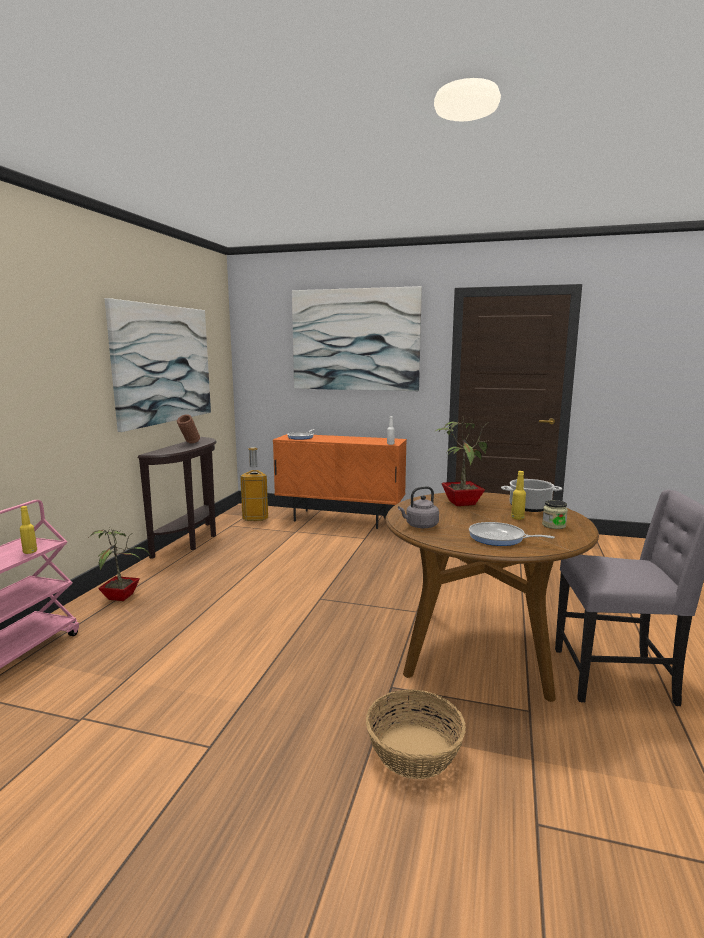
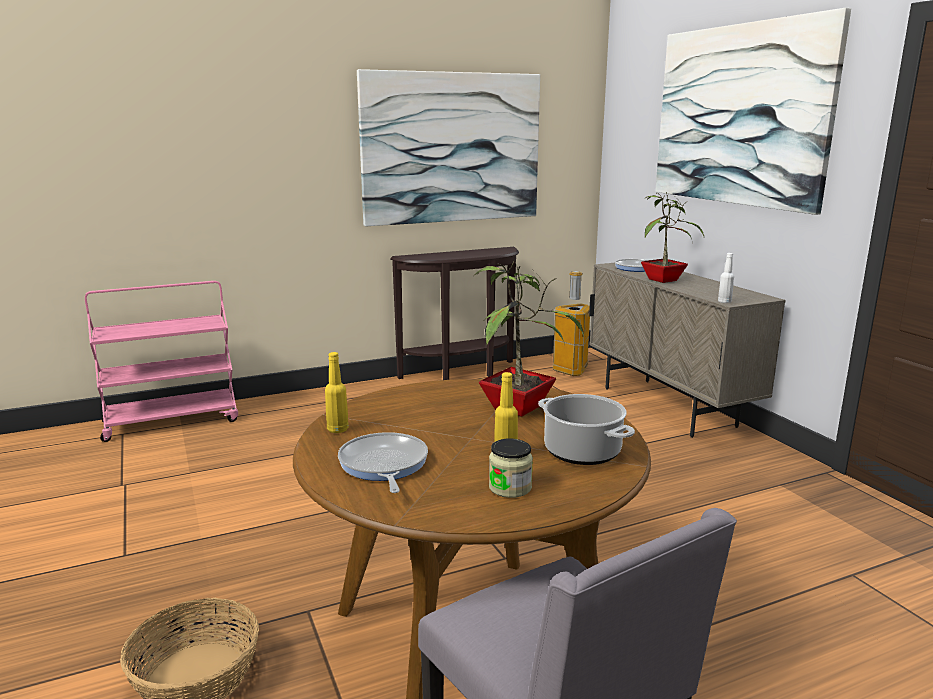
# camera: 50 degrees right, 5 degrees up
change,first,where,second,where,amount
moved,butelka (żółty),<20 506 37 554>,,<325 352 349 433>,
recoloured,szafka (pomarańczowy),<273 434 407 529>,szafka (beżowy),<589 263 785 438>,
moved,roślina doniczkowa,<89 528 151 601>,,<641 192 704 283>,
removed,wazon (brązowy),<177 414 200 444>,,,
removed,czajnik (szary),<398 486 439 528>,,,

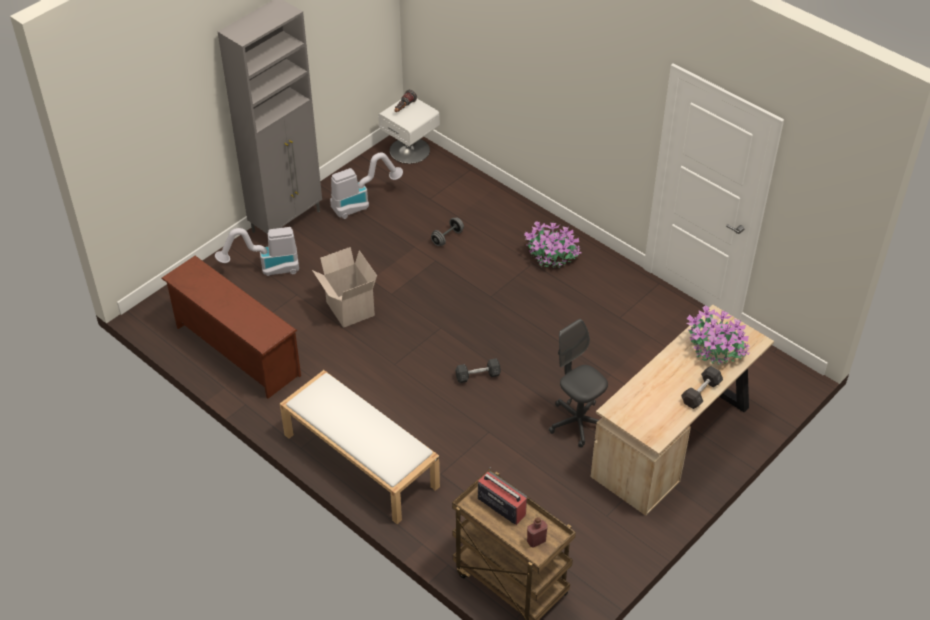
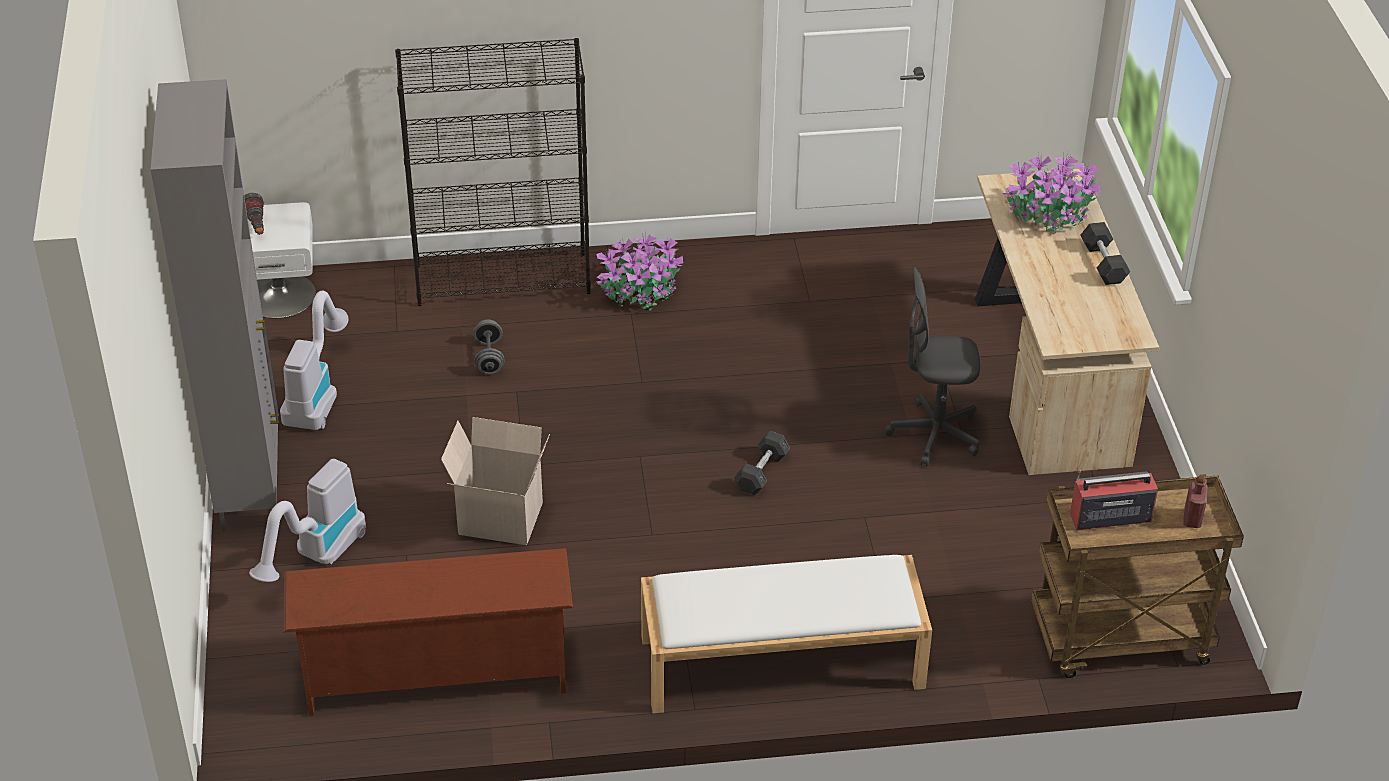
# camera: 50 degrees left, 5 degrees down
change,first,where,second,where,amount
added,,,regał (czarny),<395 38 591 306>,

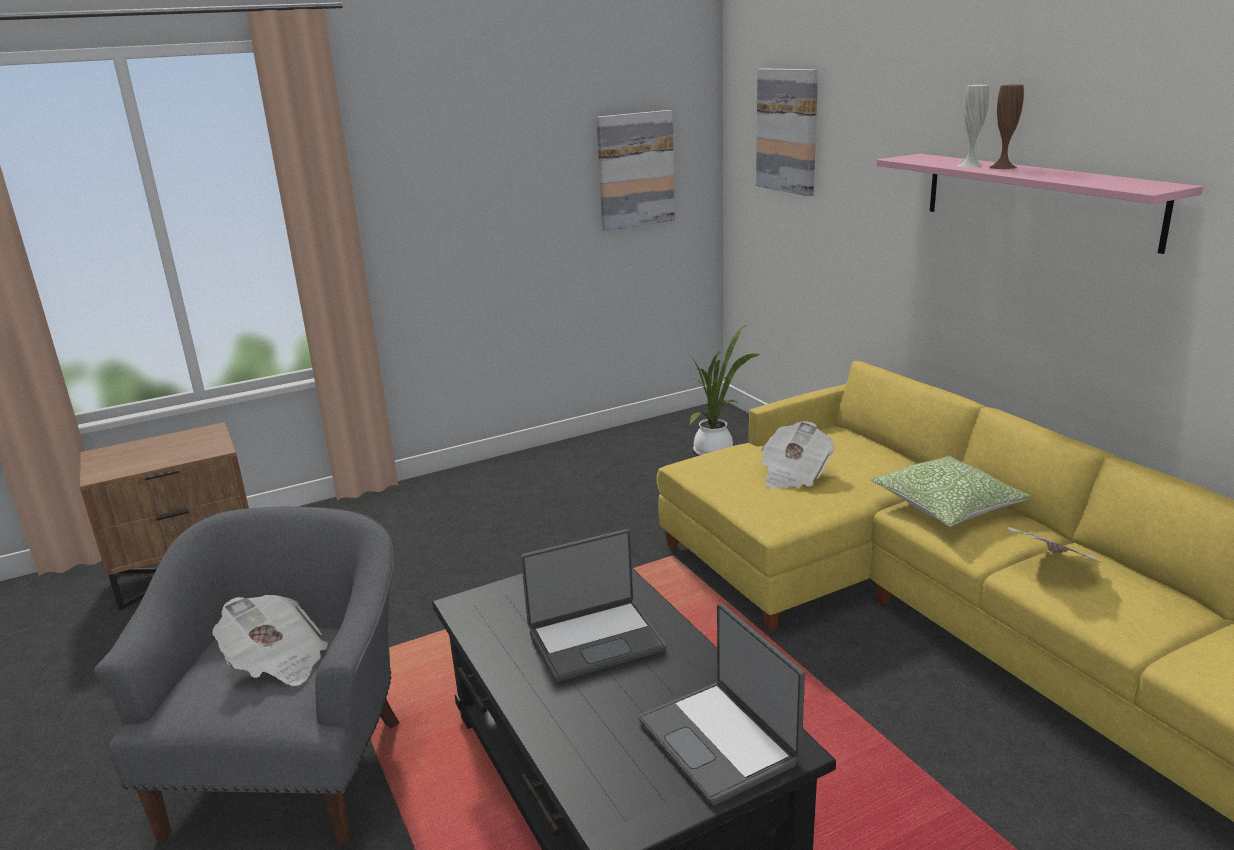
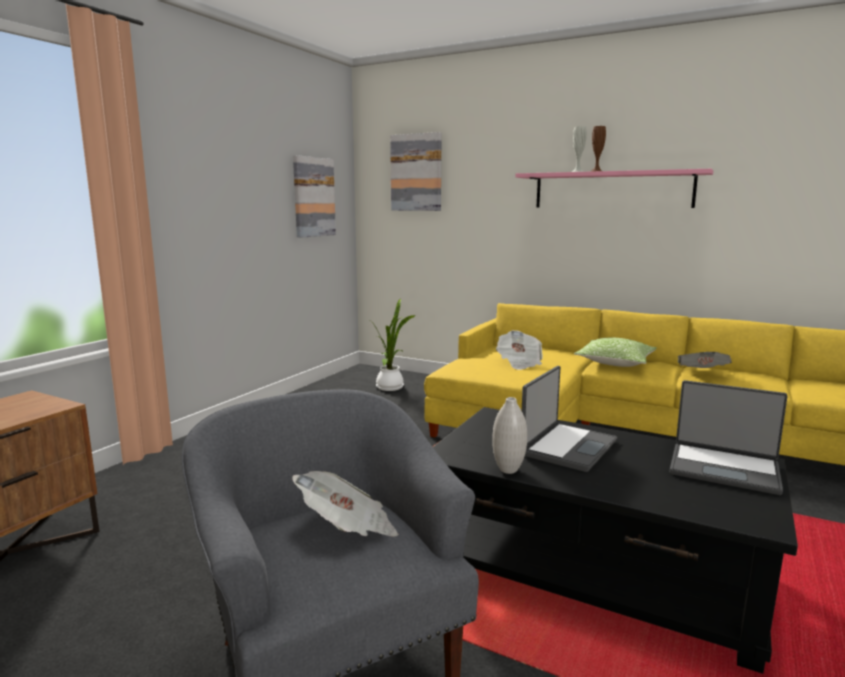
# camera: 35 degrees left, 10 degrees down
change,first,where,second,where,amount
added,,,wazon (biały),<492 397 527 474>,

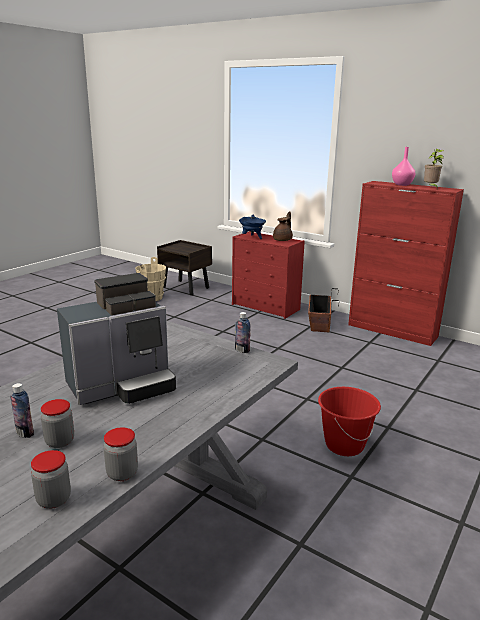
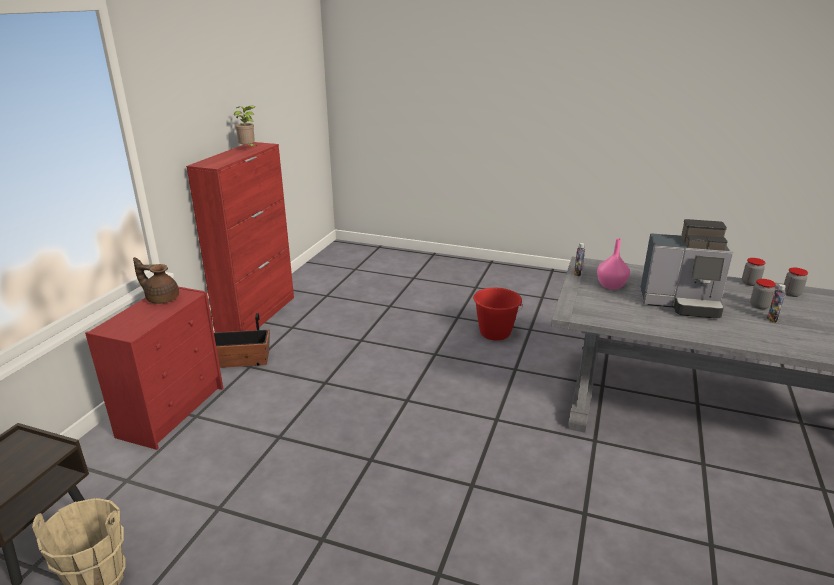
# camera: 105 degrees left, 5 degrees up
change,first,where,second,where,amount
moved,wazon (różowy),<392 147 415 186>,,<597 238 630 290>,
turned,ekspres do kawy,<57 273 176 405>,,<641 219 733 319>,150 degrees clockwise
removed,garnek (niebieski),<239 215 266 239>,,,

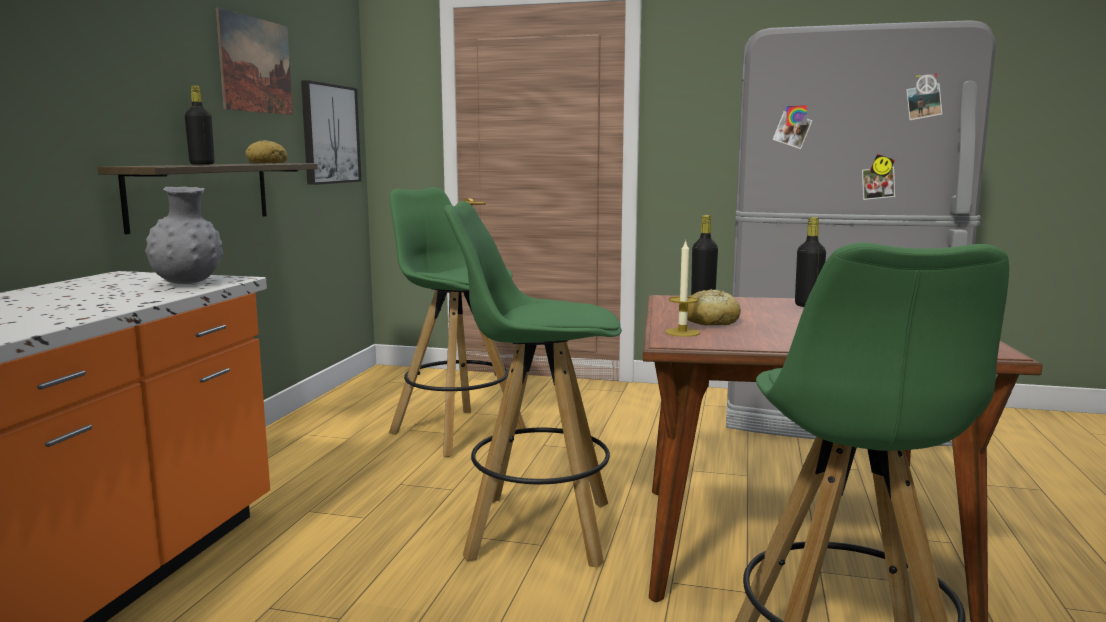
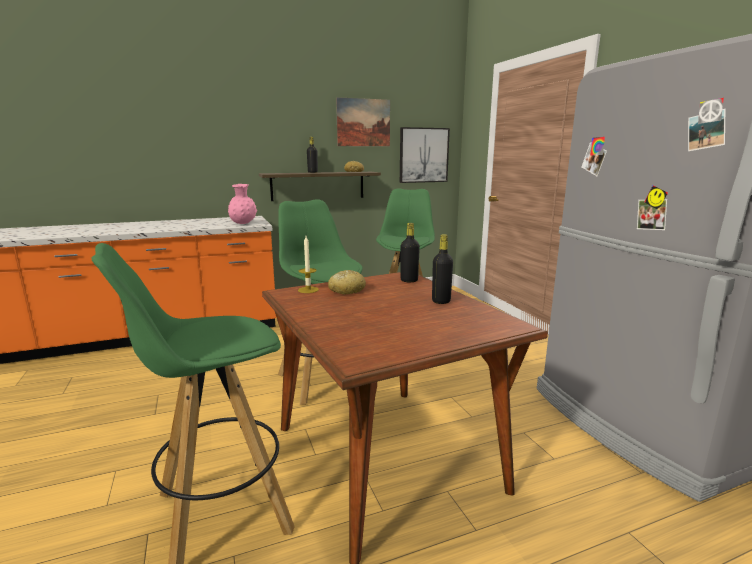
# camera: 55 degrees right, 5 degrees up
change,first,where,second,where,amount
recoloured,wazon (szary),<145 186 223 284>,wazon (różowy),<228 184 257 224>,

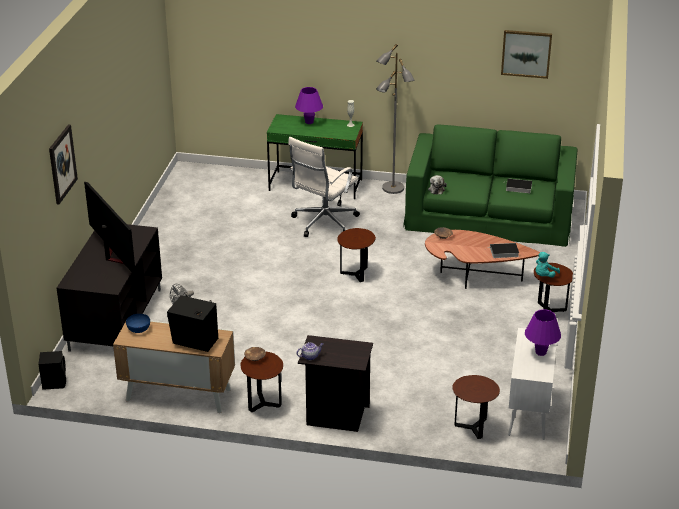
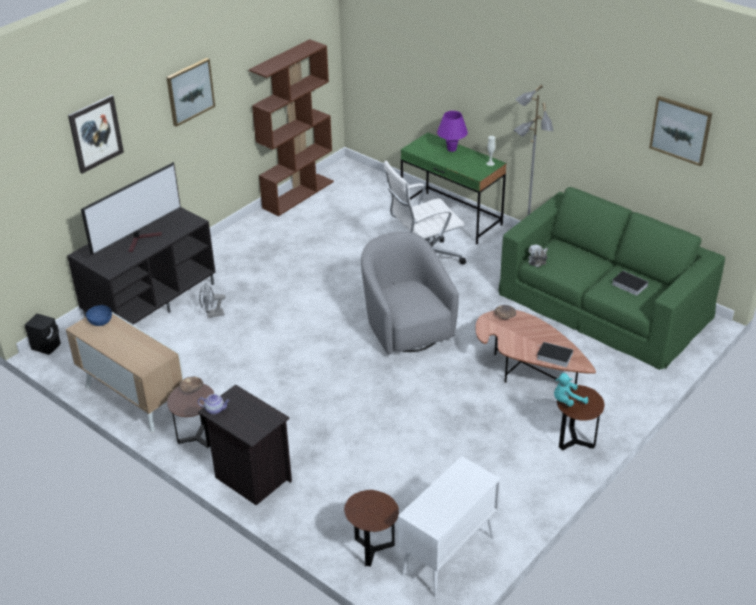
# camera: 30 degrees right, 5 degrees up
change,first,where,second,where,amount
turned,telewizor,<84 182 136 274>,,<81 162 181 254>,45 degrees clockwise
added,,,obraz,<166 58 215 127>,
added,,,regał (brązowy),<249 39 334 216>,
replaced,stolik (brązowy),<337 228 376 282>,fotel (szary),<361 232 459 355>,
removed,głośnik (czarny),<167 295 218 352>,,,
removed,lampa stołowa (fioletowy),<525 309 561 356>,,,

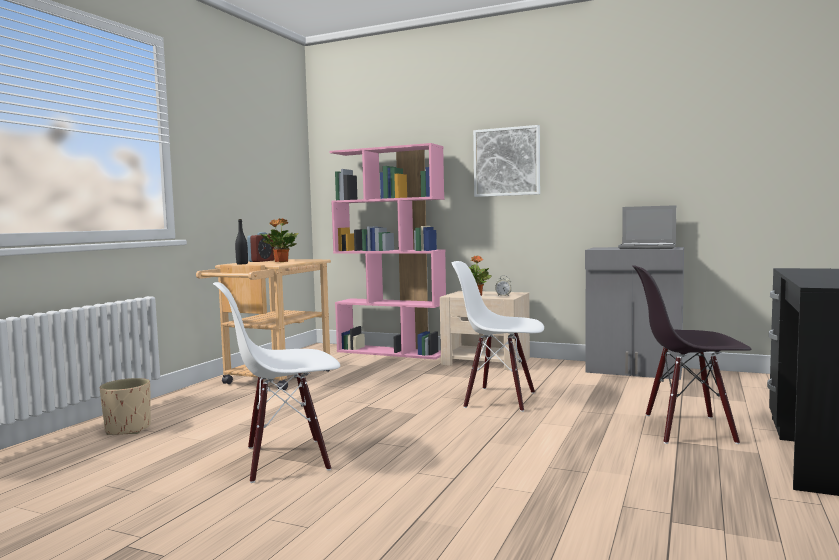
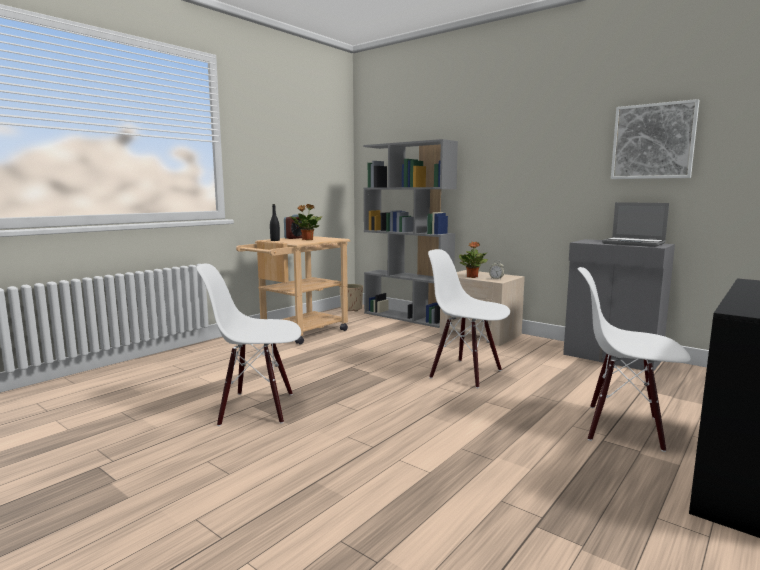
# camera: 15 degrees right, 5 degrees up
change,first,where,second,where,amount
moved,donica (beżowy),<100 378 151 435>,,<340 284 363 312>,
recoloured,regał (różowy),<330 143 446 360>,regał (szary),<363 139 458 328>,
recoloured,krzesło (czarny),<632 265 751 444>,krzesło (biały),<578 267 691 452>,
moved,obraz,<473 125 540 197>,,<611 99 700 179>,

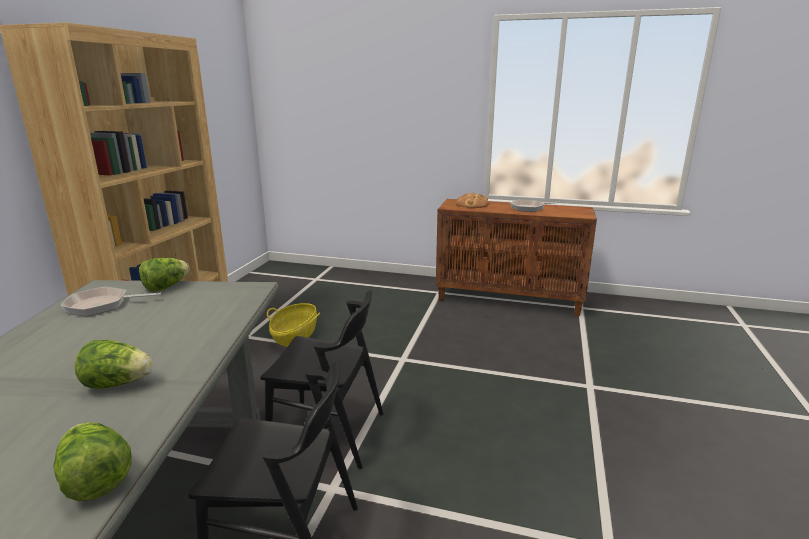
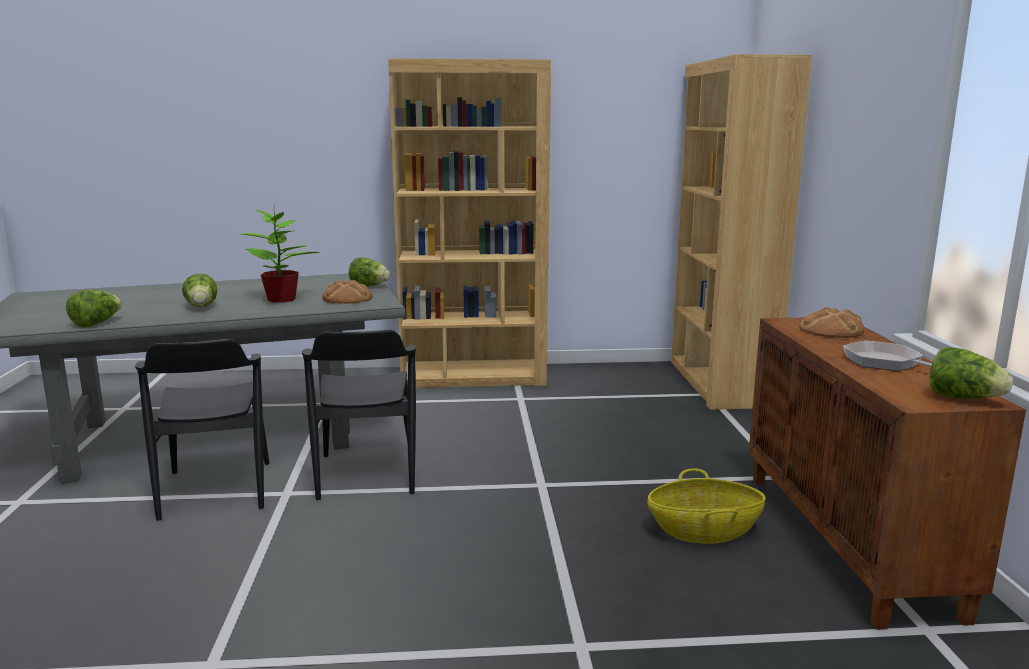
# camera: 70 degrees right, 5 degrees down
change,first,where,second,where,amount
added,,,roślina doniczkowa,<241 210 320 303>,
added,,,chleb,<322 280 372 304>,
moved,koszyk,<267 303 320 347>,,<647 468 766 544>,
added,,,regał (brązowy),<671 54 812 410>,
added,,,sałata,<930 347 1013 399>,
removed,patelnia,<61 287 161 316>,,,

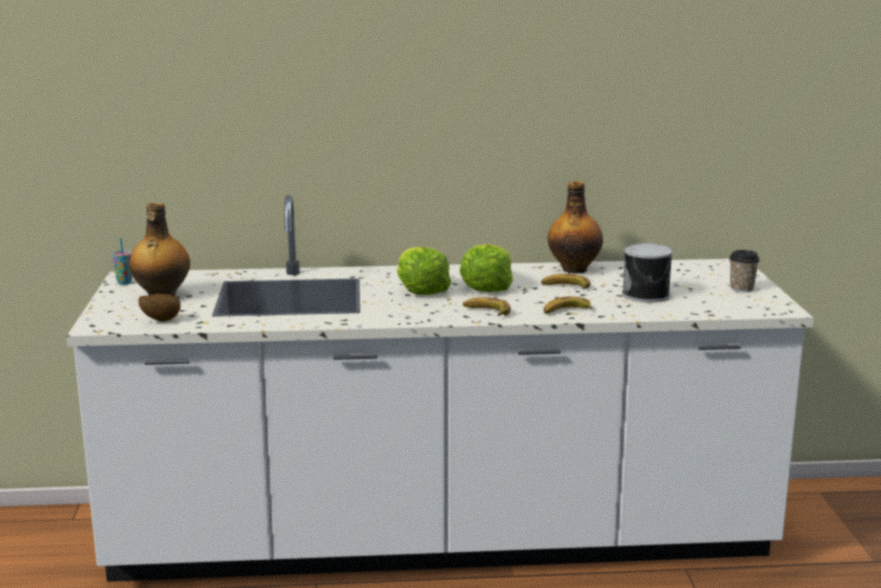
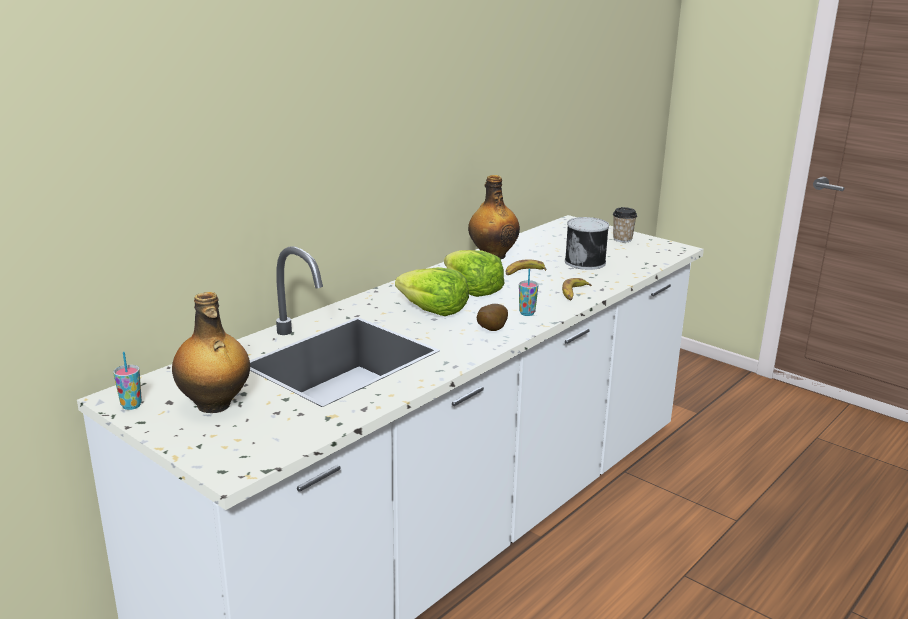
# camera: 45 degrees left, 5 degrees up
change,first,where,second,where,amount
moved,ziemniak,<138 293 180 322>,,<477 304 508 331>,
replaced,banan,<463 297 511 316>,filiżanka,<519 269 538 316>,

